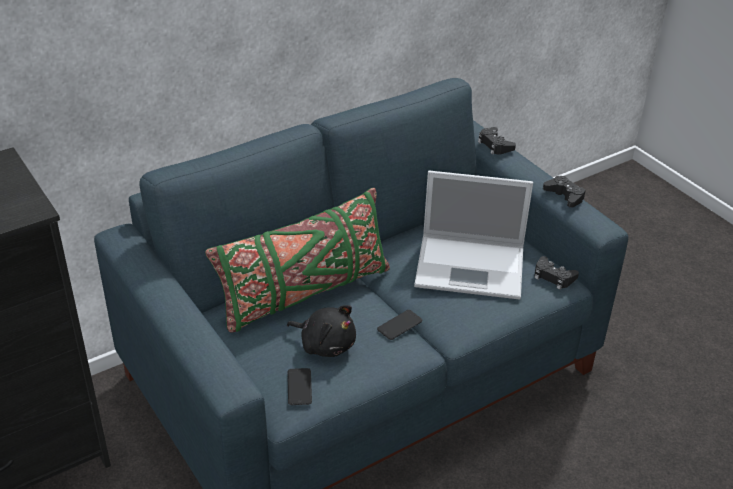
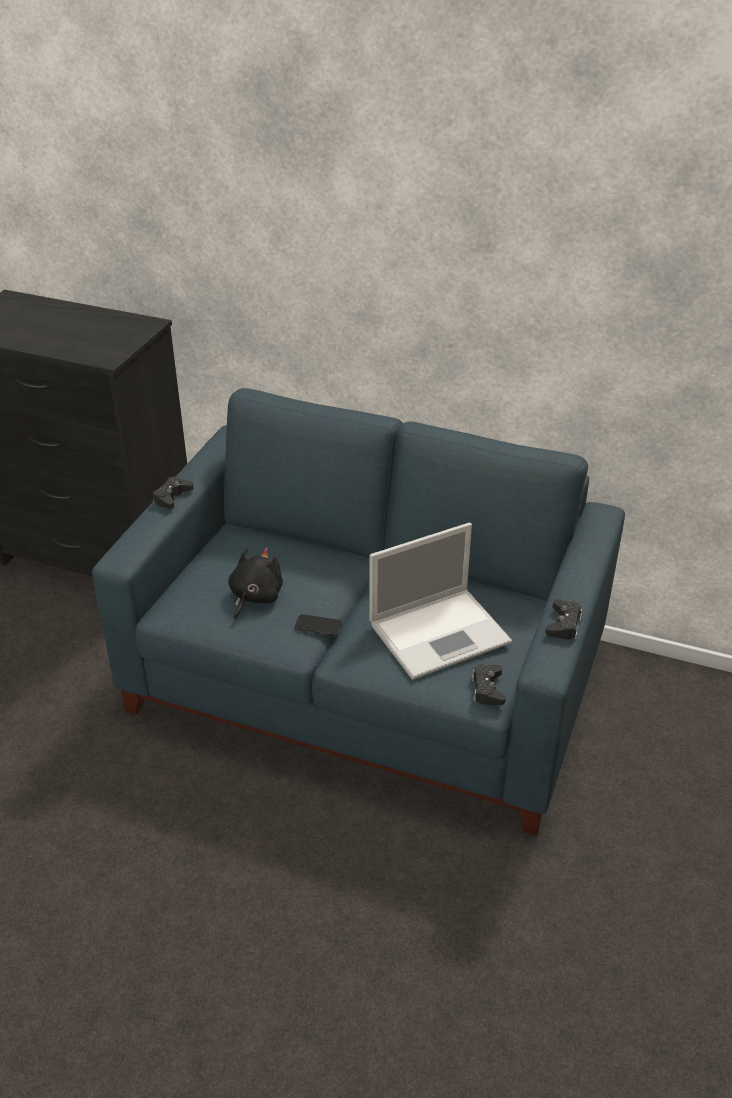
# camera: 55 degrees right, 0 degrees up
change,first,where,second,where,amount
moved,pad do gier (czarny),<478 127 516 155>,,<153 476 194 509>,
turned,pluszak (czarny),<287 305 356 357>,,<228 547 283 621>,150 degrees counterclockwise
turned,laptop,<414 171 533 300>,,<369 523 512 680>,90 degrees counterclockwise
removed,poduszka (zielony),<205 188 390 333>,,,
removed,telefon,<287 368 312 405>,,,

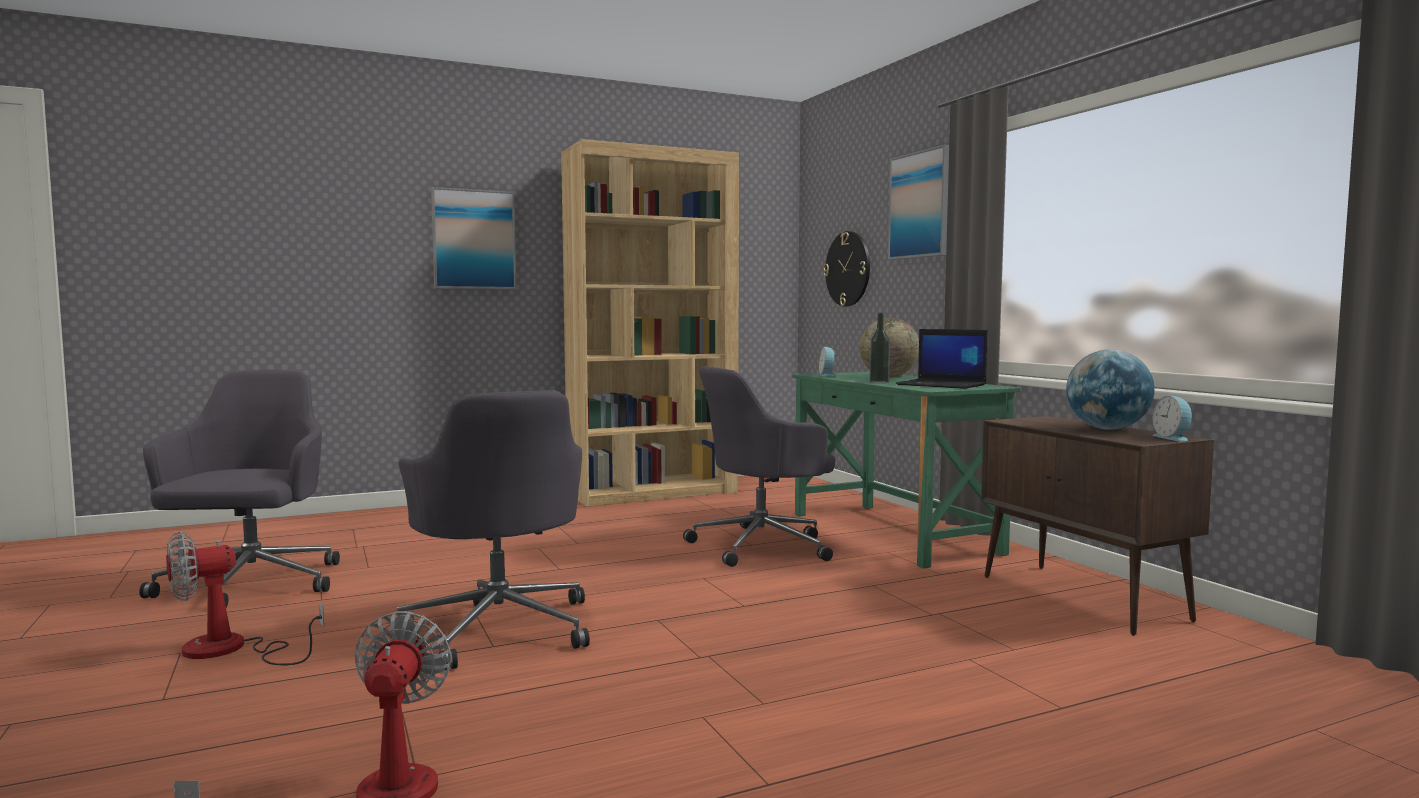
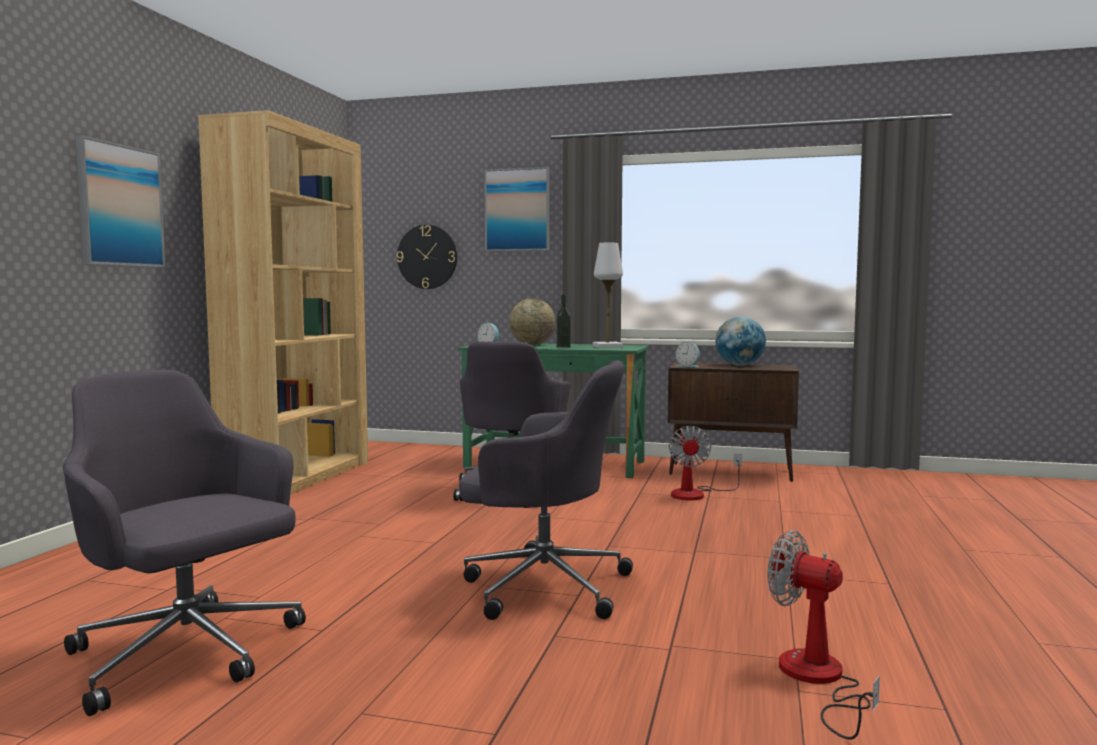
# camera: 50 degrees left, 0 degrees up
change,first,where,second,where,amount
replaced,laptop,<896 329 988 389>,lampa stołowa (biały),<593 242 623 348>,
moved,wentylator,<166 531 324 665>,,<669 426 742 501>,
moved,budzik,<1152 396 1193 442>,,<675 342 700 367>,

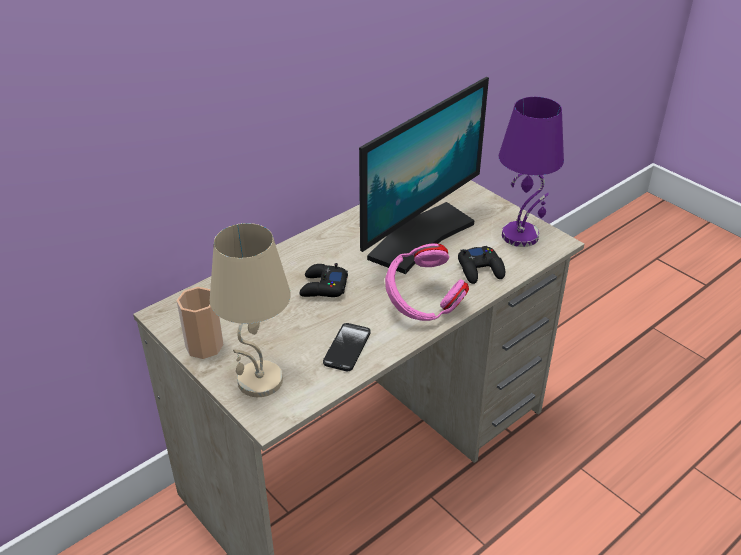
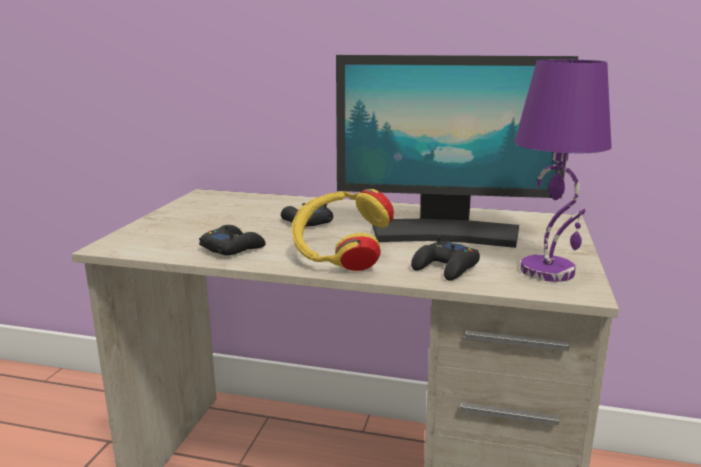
# camera: 55 degrees right, 20 degrees down
change,first,where,second,where,amount
replaced,telefon,<323 323 371 371>,pad do gier (czarny),<199 225 266 256>,
recoloured,słuchawki (różowy),<385 243 469 321>,słuchawki (żółty),<291 189 394 271>,
removed,filiżanka,<177 287 224 359>,,,
removed,lampa stołowa (beżowy),<209 223 291 397>,,,

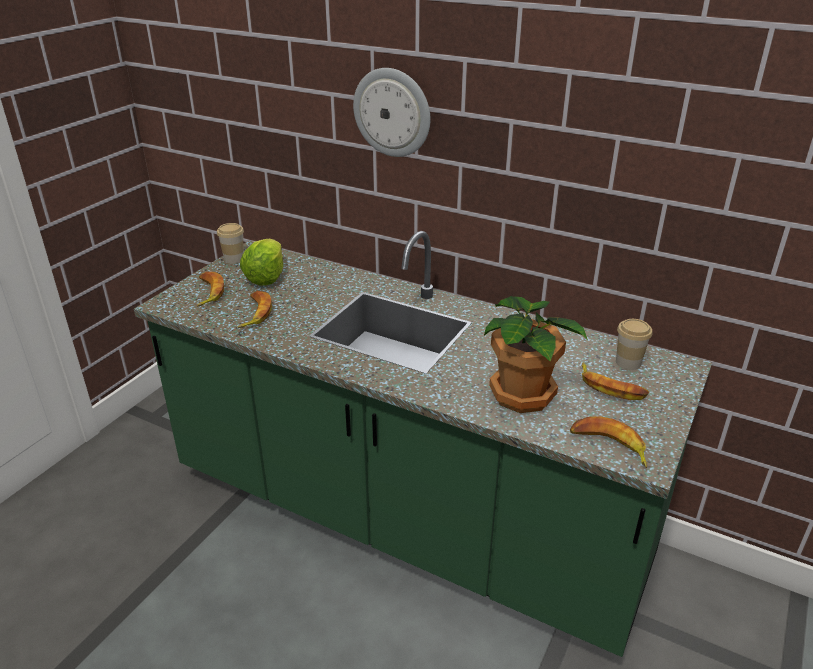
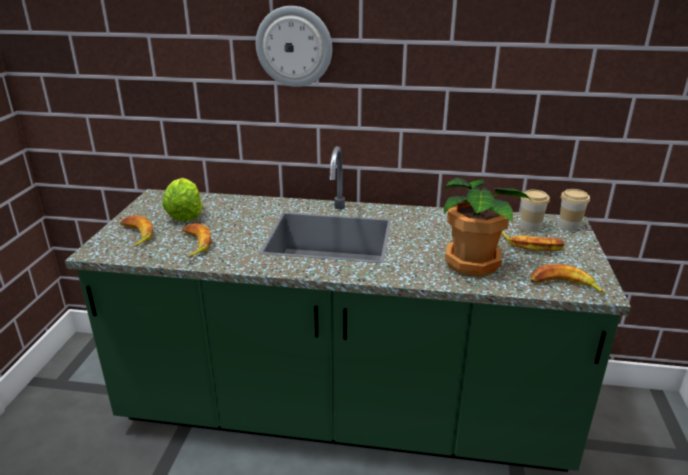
# camera: 20 degrees left, 5 degrees down
change,first,where,second,where,amount
moved,filiżanka,<217 223 244 264>,,<559 189 590 231>,

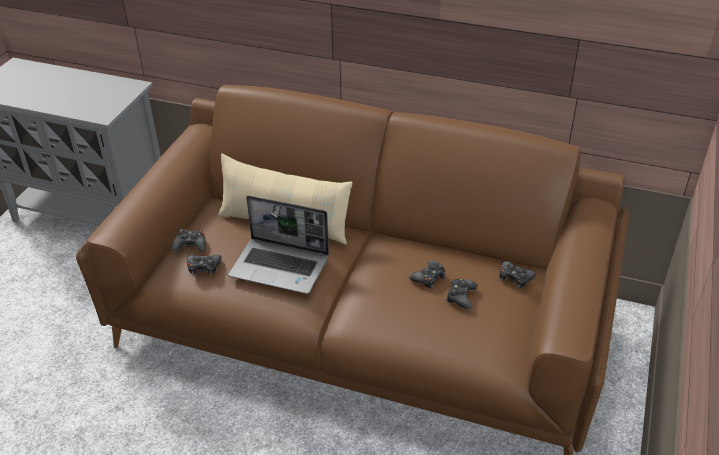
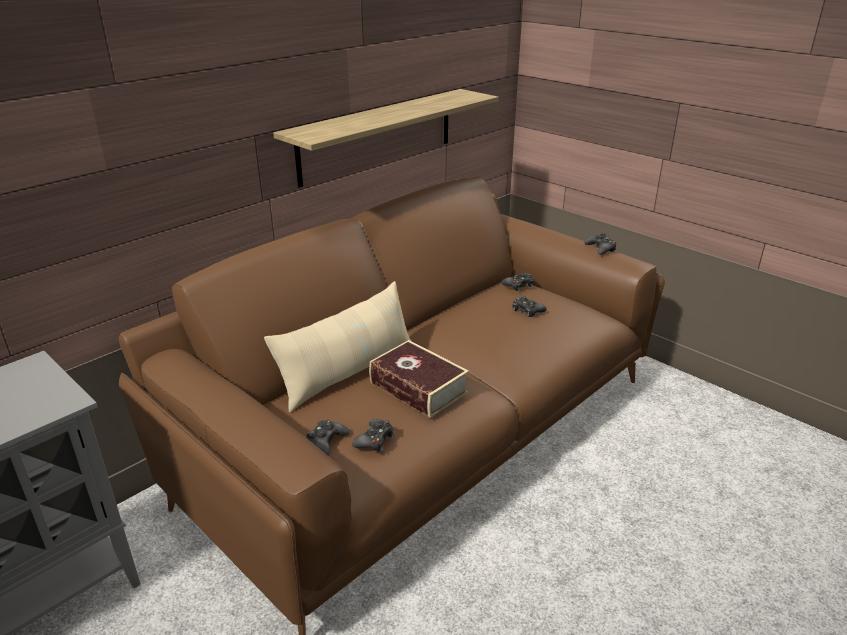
# camera: 65 degrees left, 10 degrees down
change,first,where,second,where,amount
added,,,półka,<273 89 499 188>,
replaced,laptop,<229 195 329 294>,książka,<369 340 469 418>,
moved,pad do gier (czarny),<409 260 446 288>,,<584 232 616 255>,

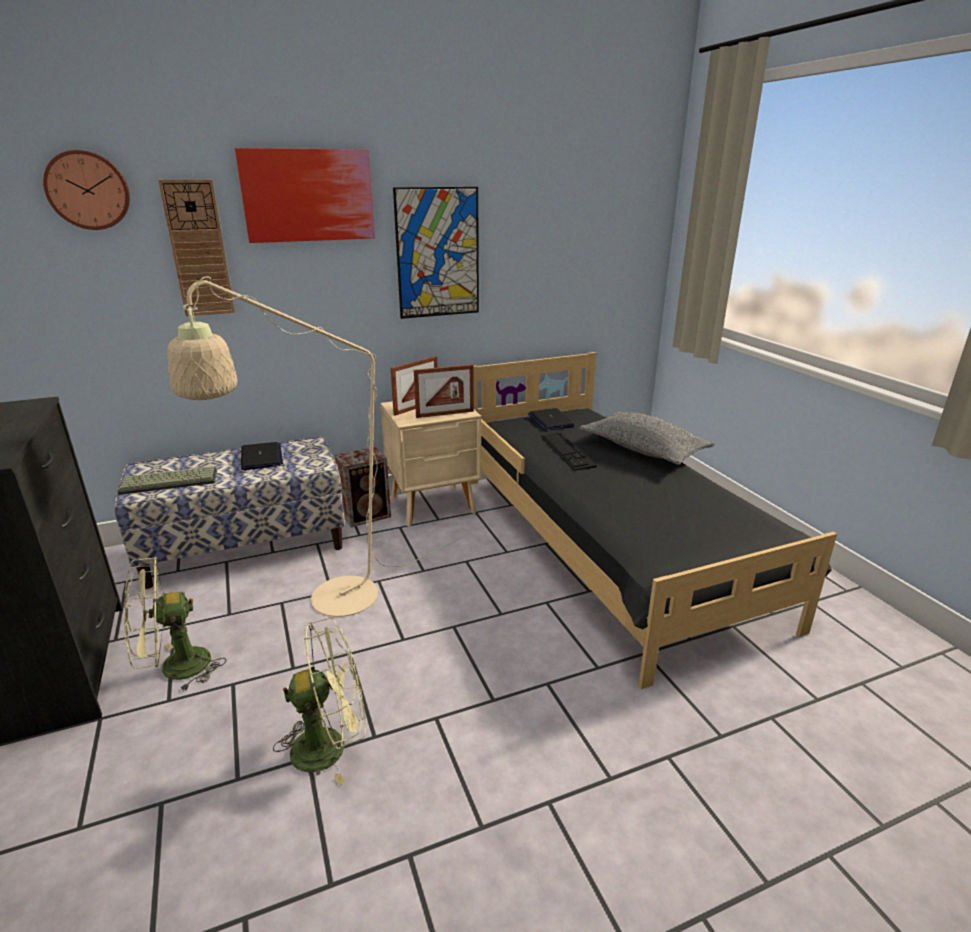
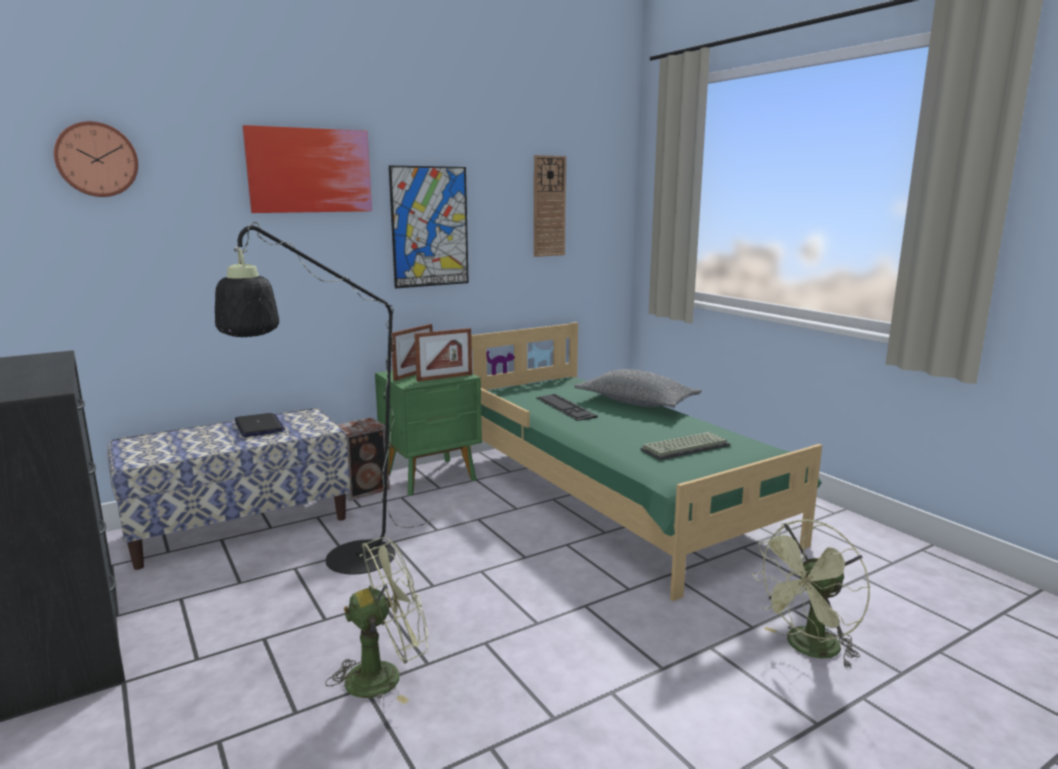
# camera: 10 degrees left, 10 degrees down
change,first,where,second,where,amount
recoloured,lampa stojąca (beżowy),<167 277 475 617>,lampa stojąca (czarny),<215 222 481 574>,
recoloured,szafka nocna (beżowy),<380 401 482 527>,szafka nocna (zielony),<375 370 482 496>,
recoloured,łóżko (czarny),<470 352 837 689>,łóżko (zielony),<462 322 822 601>,
moved,zegar ścienny,<158 179 235 316>,,<534 155 566 257>,
moved,klawiatura,<118 466 217 495>,,<641 432 730 460>,
moved,wentylator (zielony),<124 557 226 693>,,<751 520 870 669>,
removed,laptop,<528 408 575 430>,,,

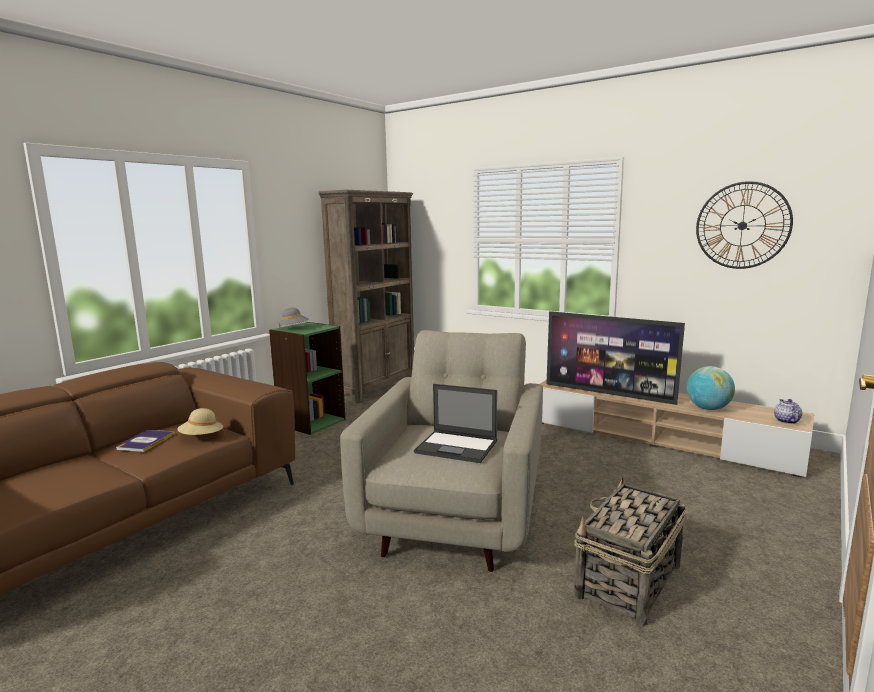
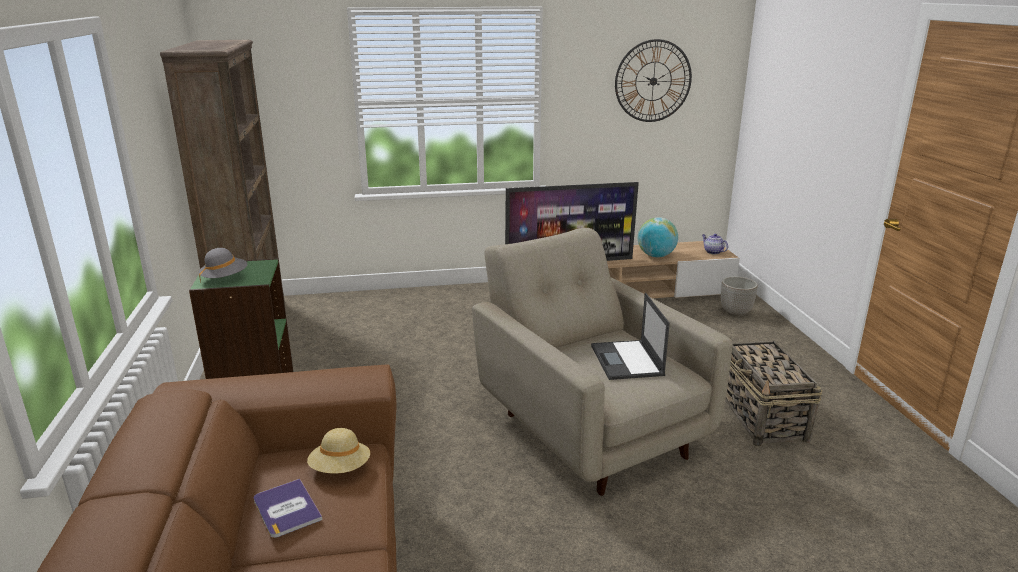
# camera: 45 degrees left, 10 degrees up
change,first,where,second,where,amount
turned,laptop,<414 384 497 463>,,<591 293 670 380>,105 degrees clockwise
added,,,donica,<721 276 758 317>,

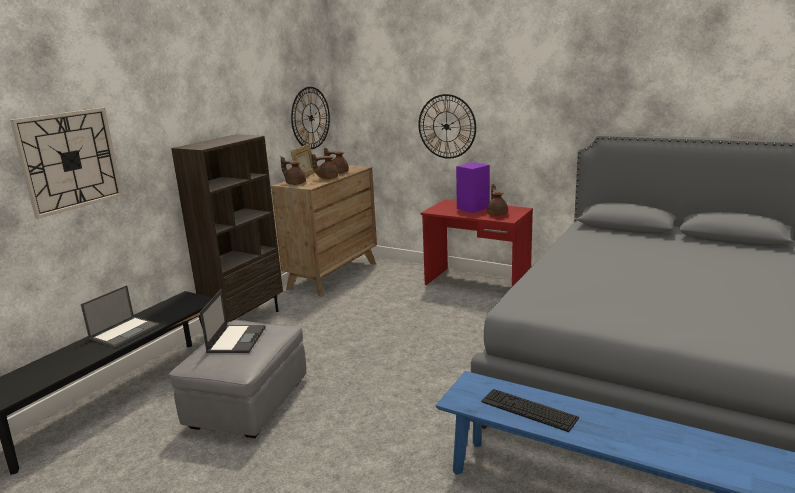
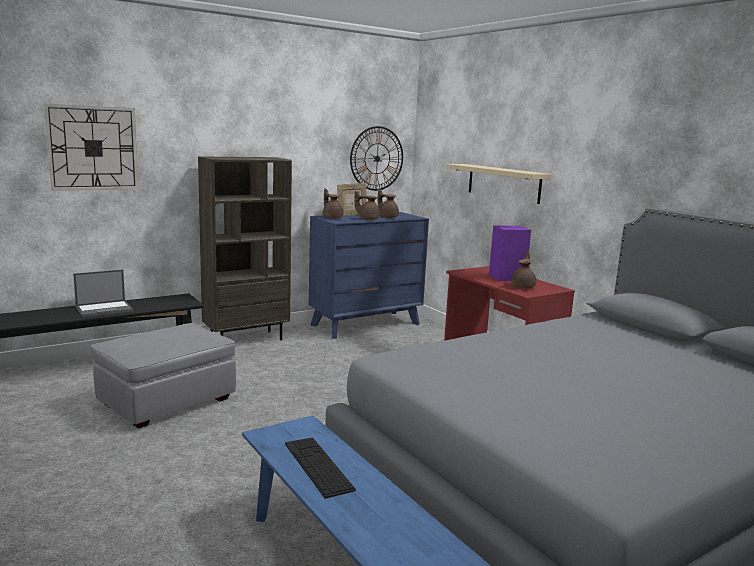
# camera: 25 degrees right, 5 degrees down
change,first,where,second,where,amount
recoloured,komoda (brązowy),<271 165 377 297>,komoda (niebieski),<309 212 429 339>,
replaced,zegar ścienny,<418 94 476 159>,półka (beżowy),<446 164 552 204>,
removed,laptop,<200 289 266 353>,,,

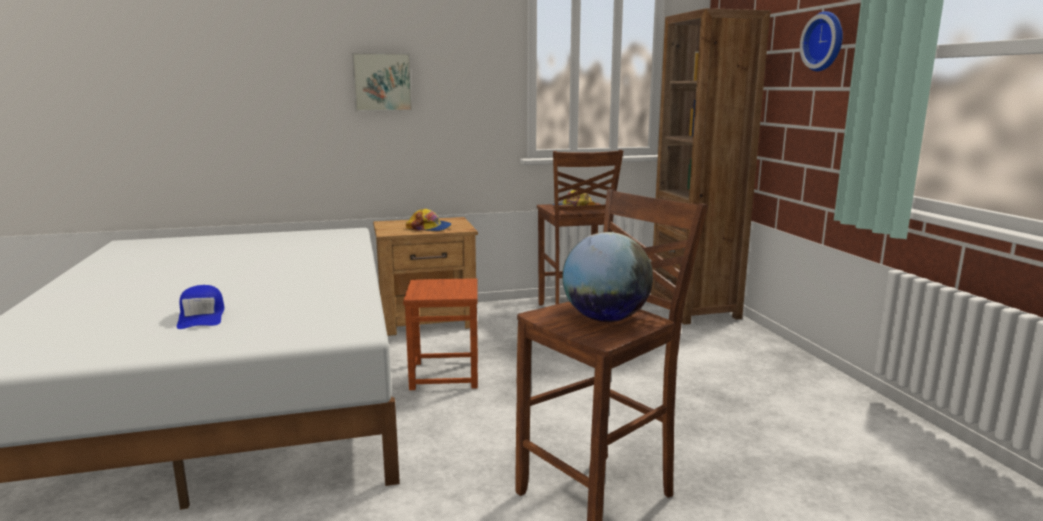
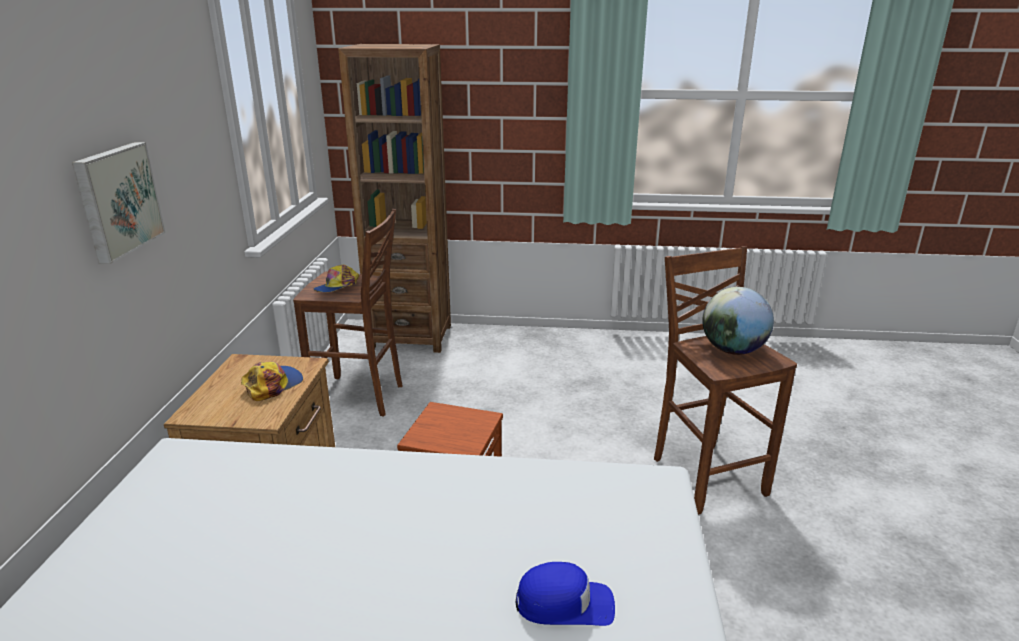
# camera: 70 degrees left, 10 degrees up
change,first,where,second,where,amount
removed,zegar ścienny,<800 11 843 71>,,,

